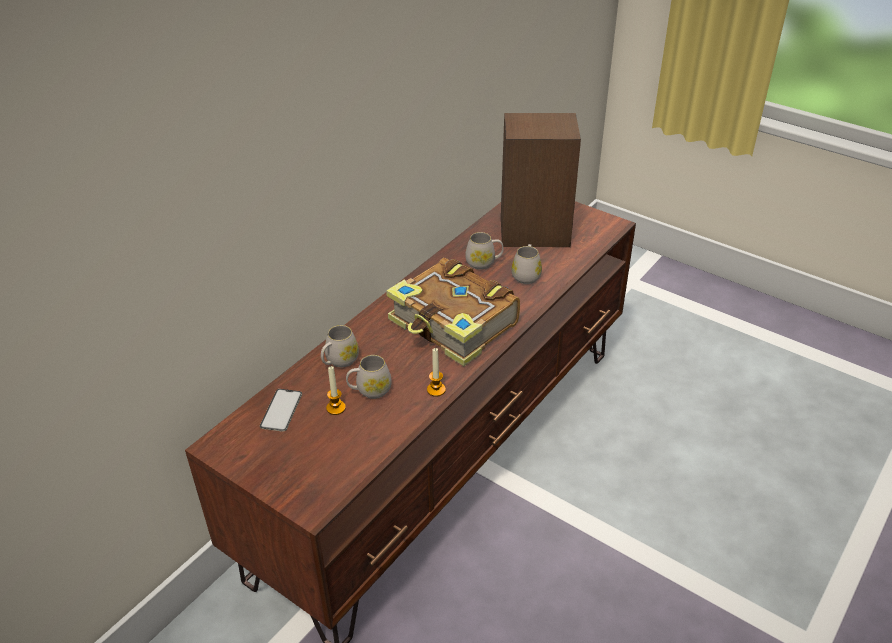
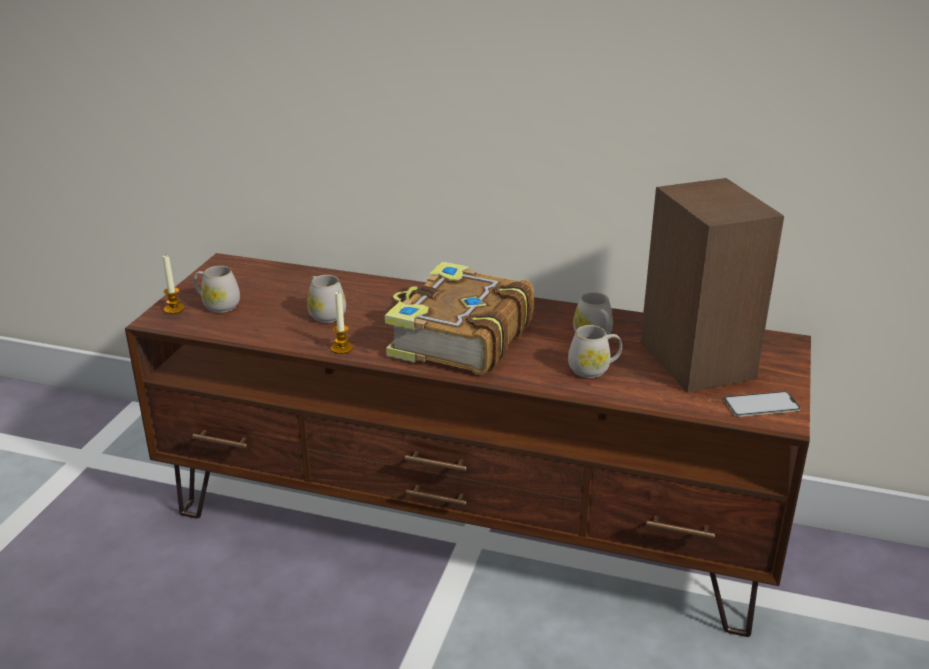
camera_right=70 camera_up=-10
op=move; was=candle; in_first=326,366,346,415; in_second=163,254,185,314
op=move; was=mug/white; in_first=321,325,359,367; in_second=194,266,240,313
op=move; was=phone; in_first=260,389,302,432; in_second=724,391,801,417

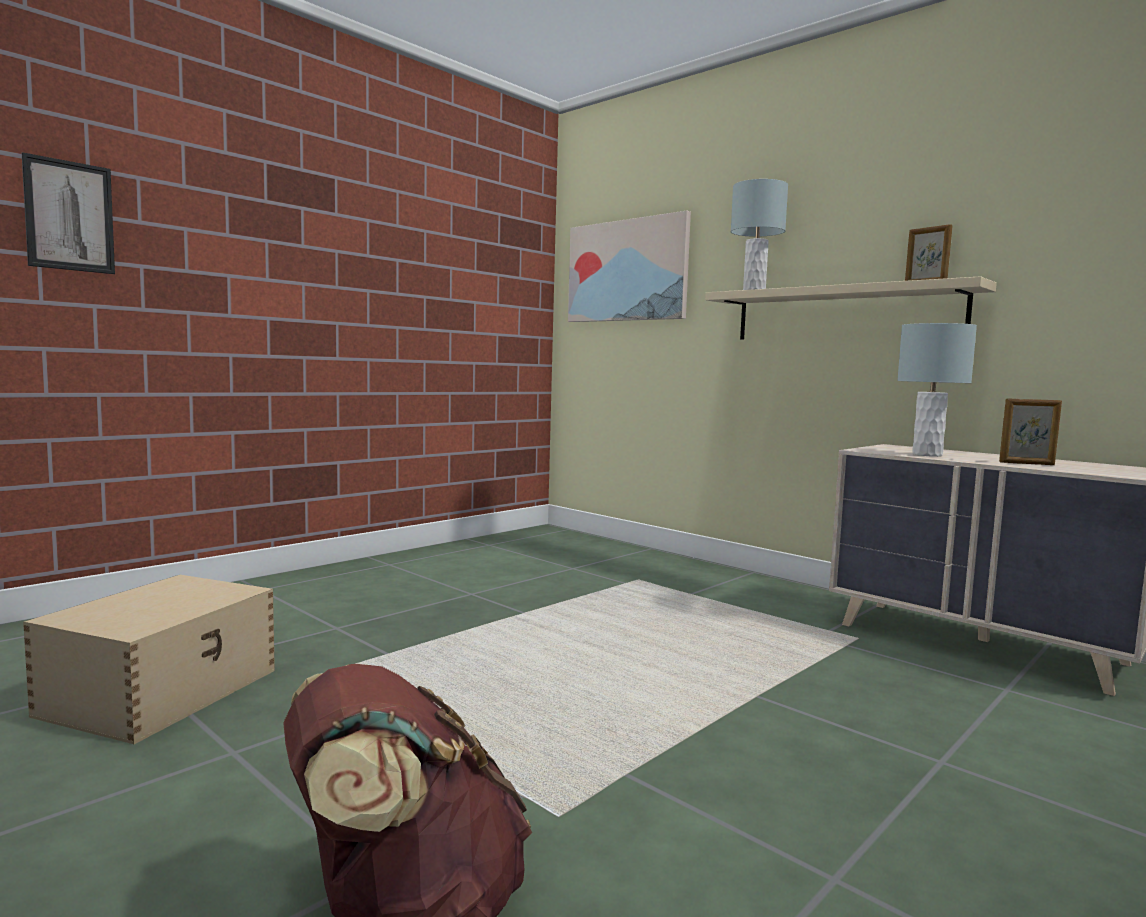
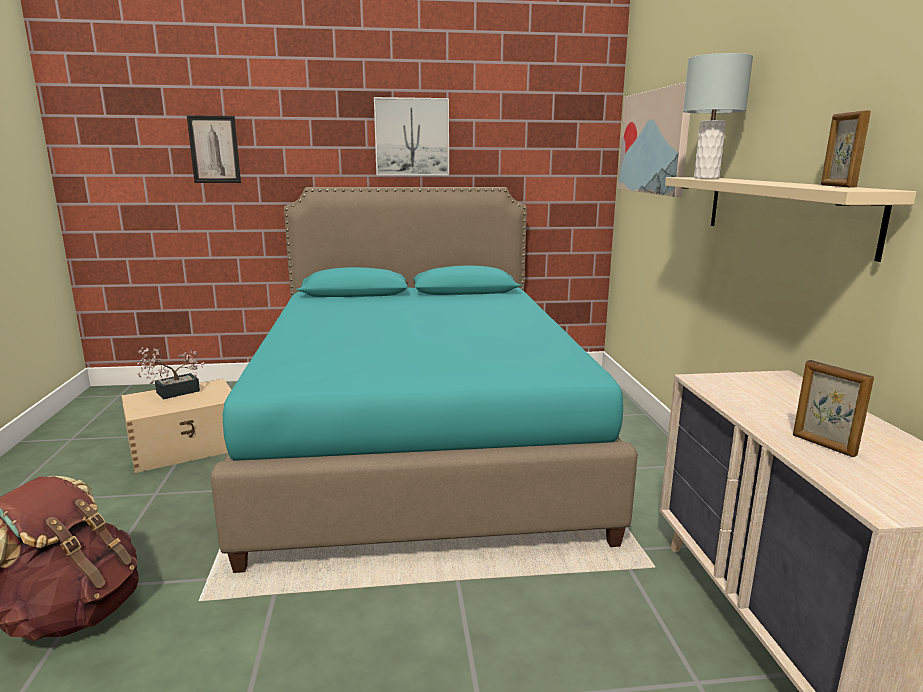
camera_right=40 camera_up=10
op=insert; now=potted plant; in_second=137,347,204,399
op=insert; now=bed/turquoise; in_second=210,187,638,573
op=insert; now=picture; in_second=374,97,449,176
op=delete; was=table lamp/grey; in_first=897,323,977,457

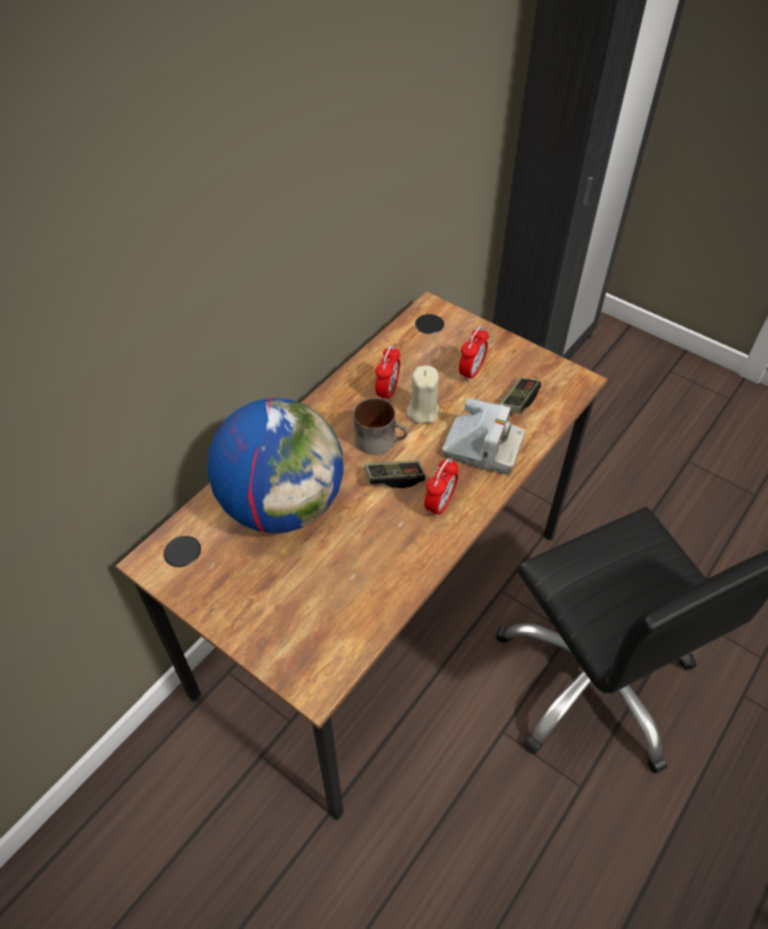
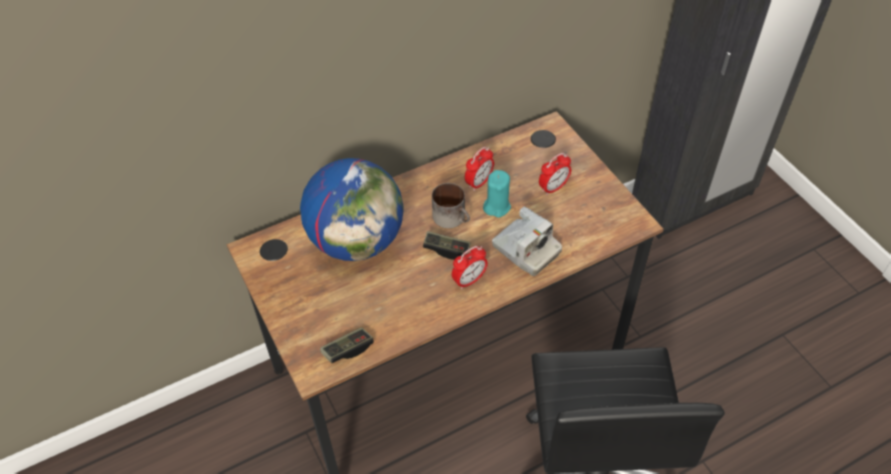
camera_right=25 camera_up=0
op=move; was=game controller; in_first=499,378,541,413; in_second=320,327,374,363
op=recolor; was=candle/beige; now=candle/turquoise; in_first=407,366,440,424; in_second=483,170,511,218

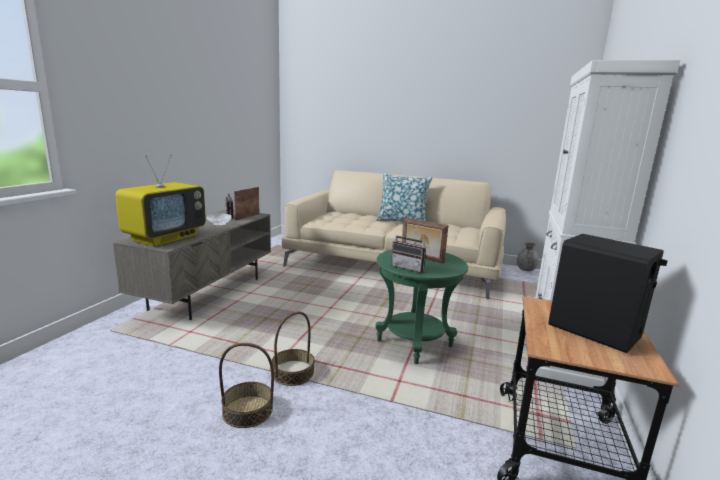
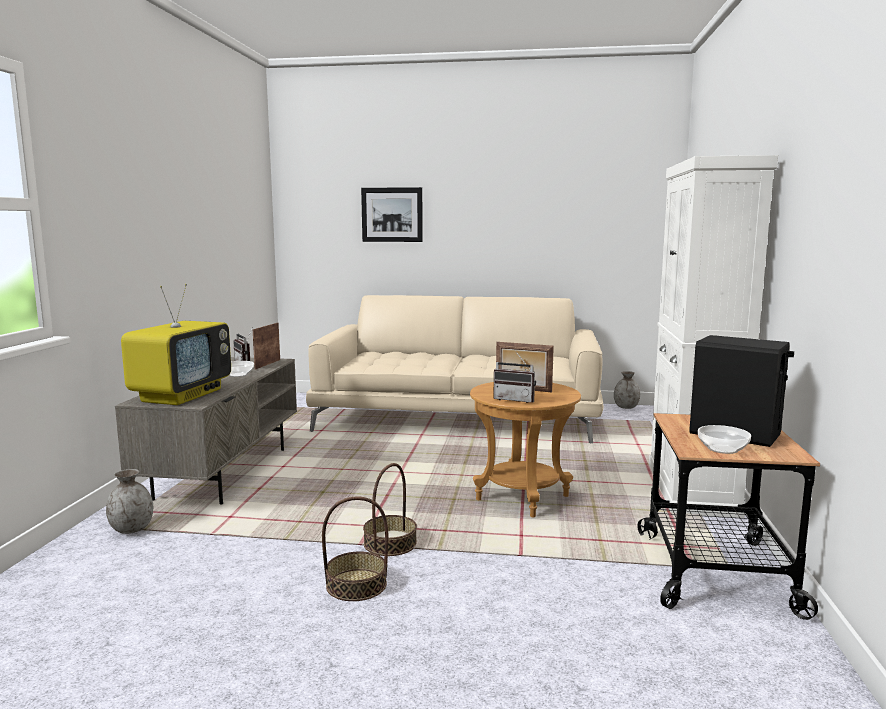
camera_right=-10 camera_up=-5
op=insert; now=vase/grey; in_second=106,469,153,534
op=insert; now=picture; in_second=361,187,423,242
op=recolor; was=side table/green; now=side table/brown; in_first=375,250,468,364; in_second=470,382,581,518
op=insert; now=bowl; in_second=698,425,751,454
op=delete; was=pillow; in_first=376,173,432,222

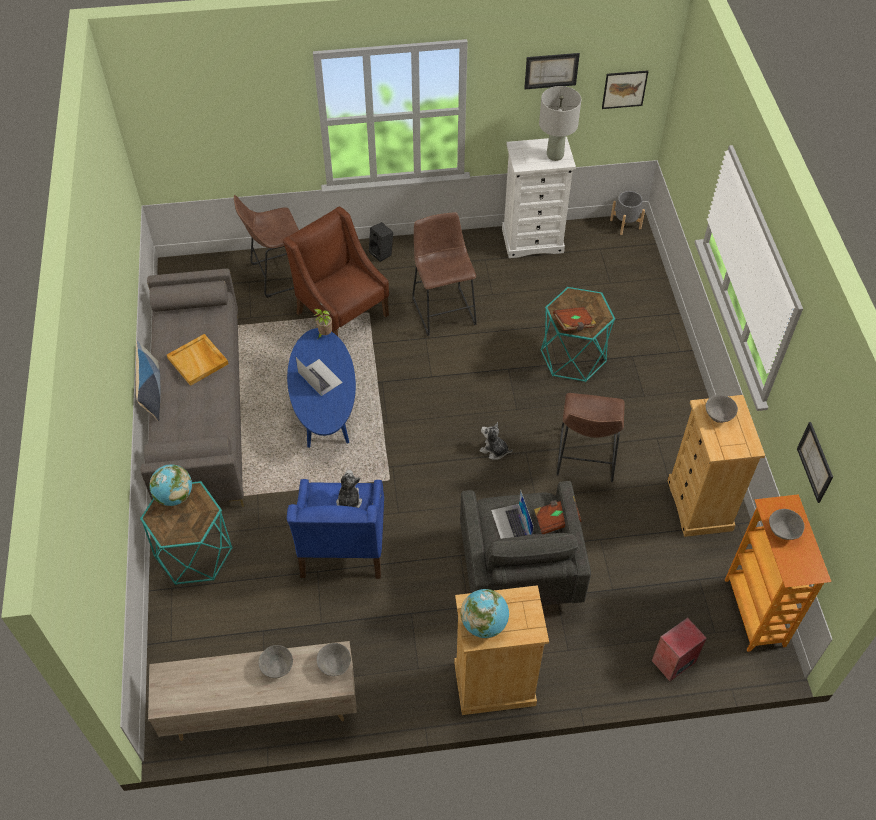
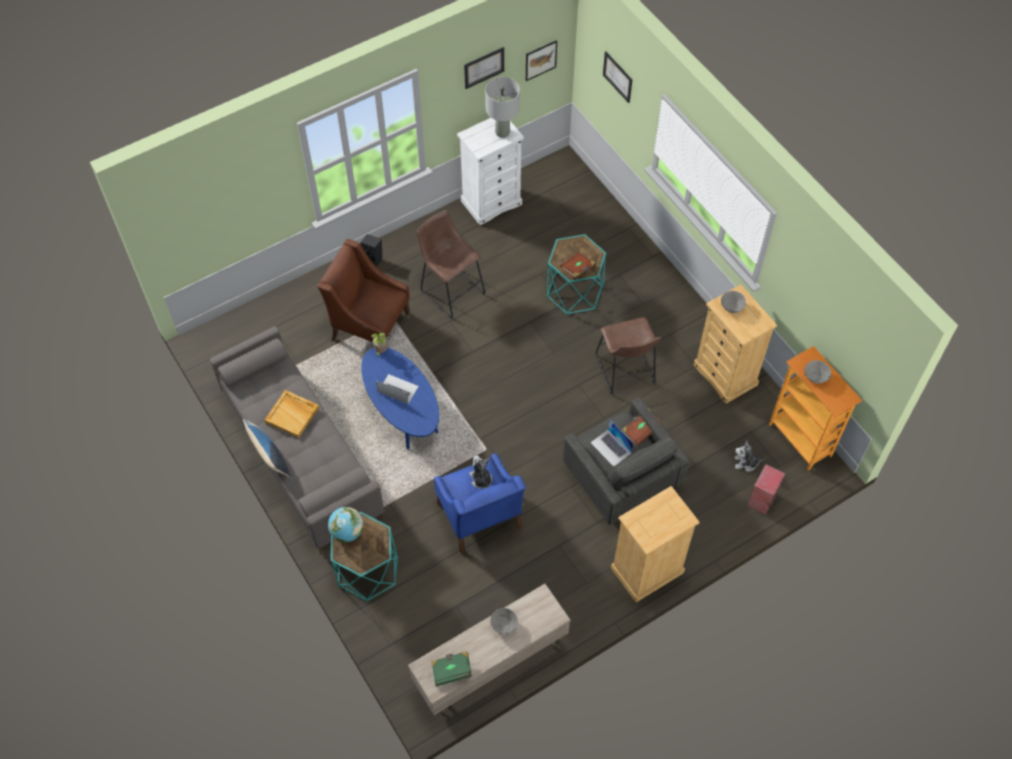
camera_right=-25 camera_up=5
op=insert; now=book/green; in_second=431,651,472,686
op=move; was=picture; in_first=797,422,833,503; in_second=603,51,632,103
op=move; was=plush toy; in_first=480,422,513,460; in_second=734,440,765,472
op=delete; was=stool/brown; in_first=234,195,299,298
op=delete; was=bowl/grey; in_first=317,643,351,676
op=delete; was=globe; in_first=461,589,509,638
op=delete; was=planter/grey; in_first=610,191,645,235

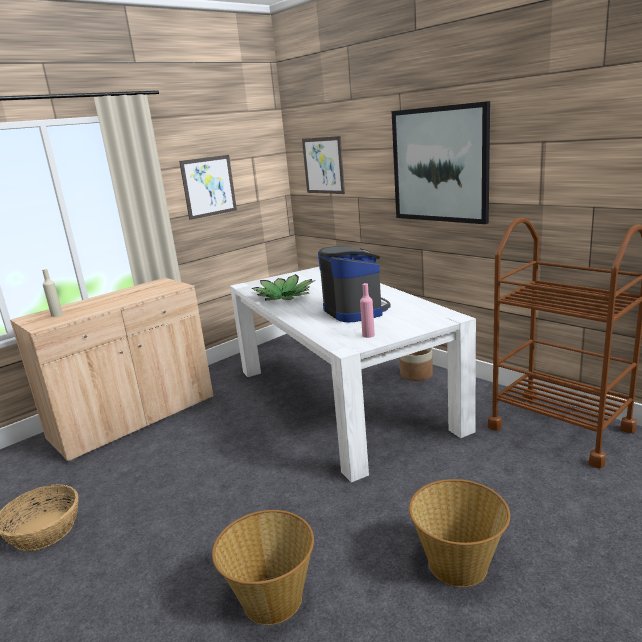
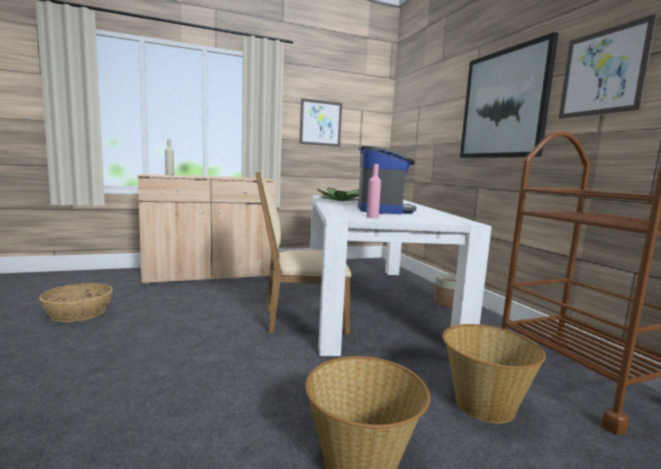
camera_right=20 camera_up=-10
op=insert; now=chair/beige; in_second=255,170,351,335
op=move; was=basket; in_first=212,510,314,625; in_second=442,324,546,424
op=move; was=picture; in_first=302,136,345,194; in_second=559,14,657,119

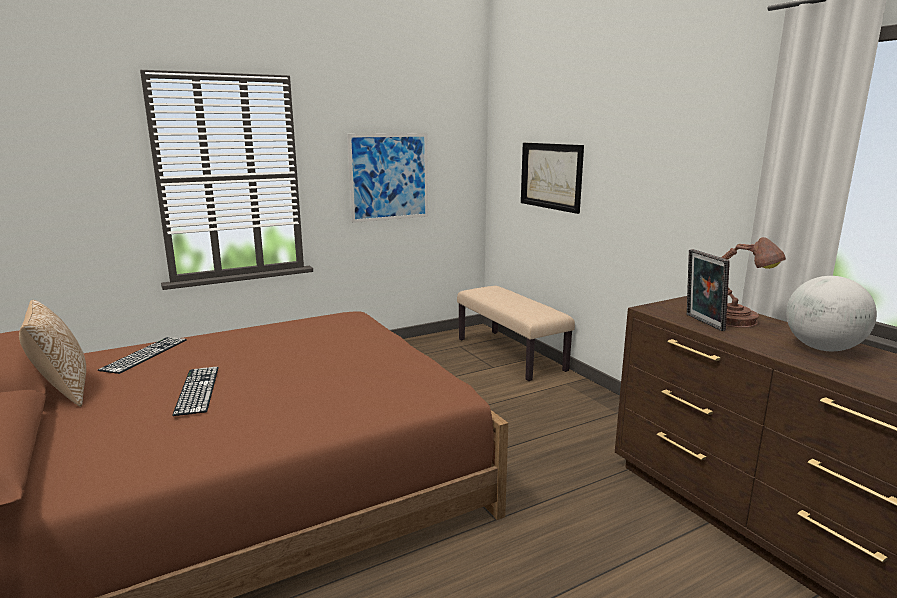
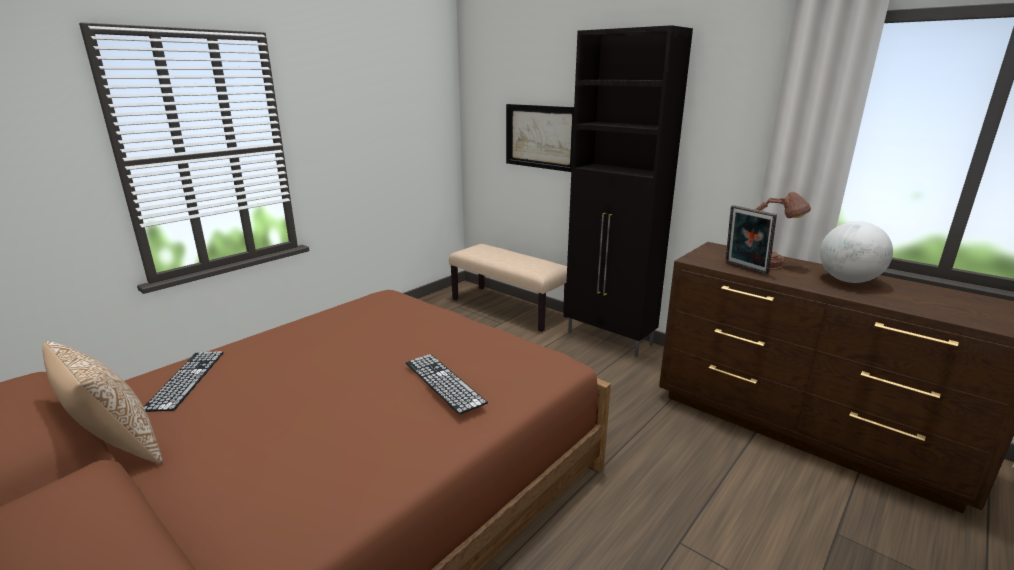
camera_right=-20 camera_up=5
op=move; was=keyboard; in_first=172,367,218,416; in_second=406,354,488,415
op=insert; now=cabinet/black; in_second=565,25,693,357
op=delete; was=picture; in_first=347,133,428,223

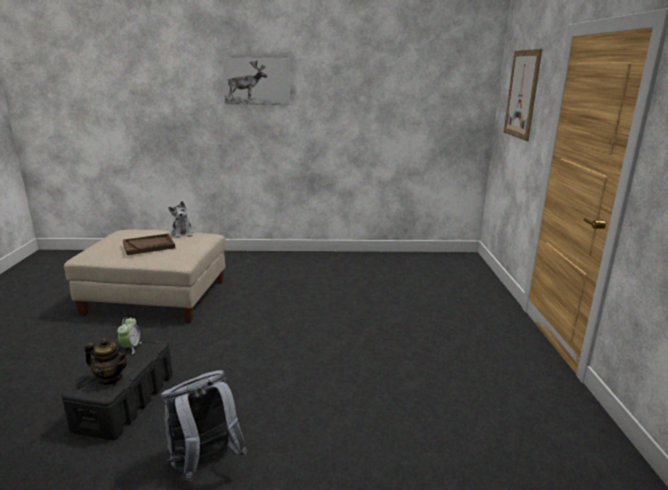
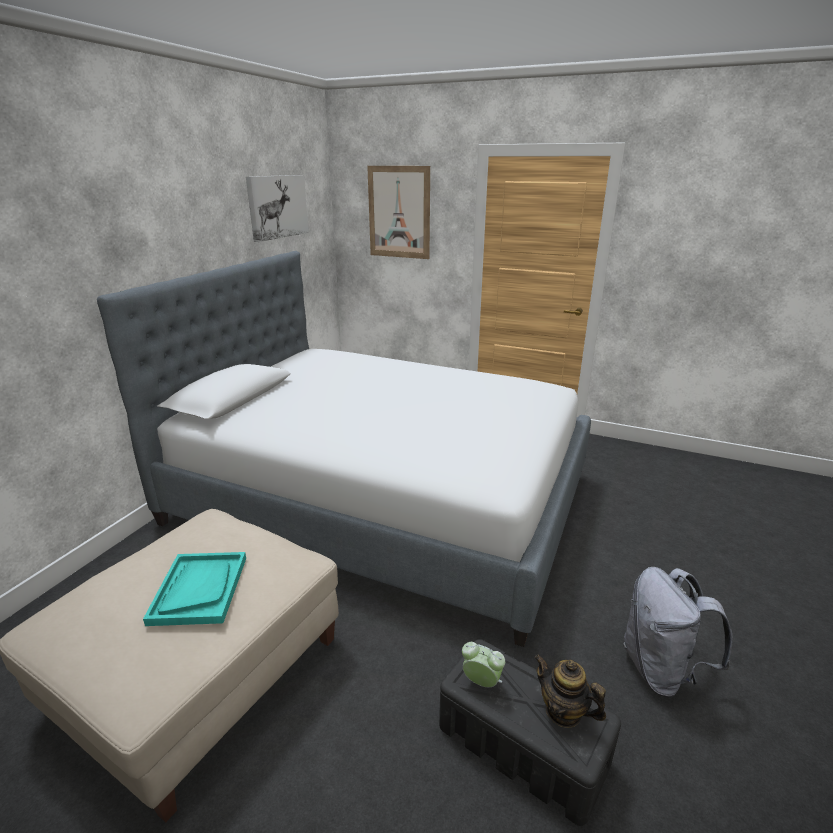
camera_right=-65 camera_up=5
op=insert; now=bed; in_second=97,251,591,647
op=recolor; was=tray/brown; now=tray/turquoise; in_first=123,233,175,255; in_second=143,552,246,626
op=move; was=picture; in_first=222,57,290,105; in_second=246,175,309,242
op=rotate; was=teapot; in_first=84,338,128,385; in_second=534,654,606,728; clockwise=-90
op=delete; was=plush toy; in_first=168,201,194,238

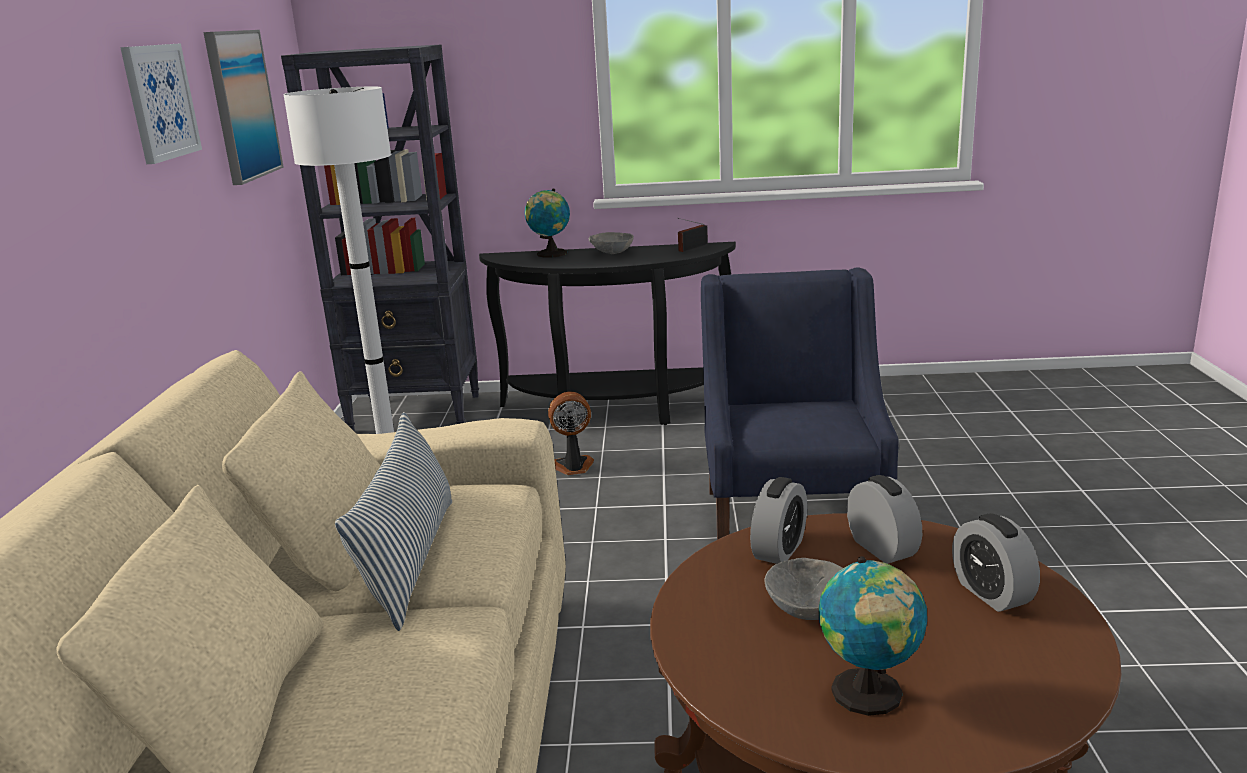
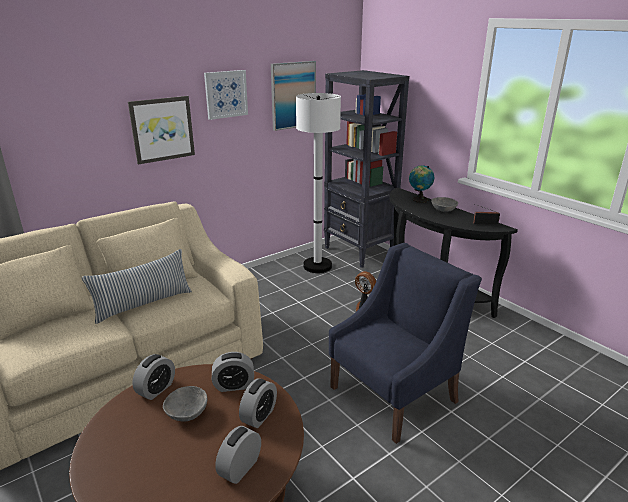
camera_right=50 camera_up=5
op=insert; now=picture; in_second=128,96,195,165
op=insert; now=alarm clock; in_second=132,354,175,400
op=delete; was=globe; in_first=819,556,927,716

